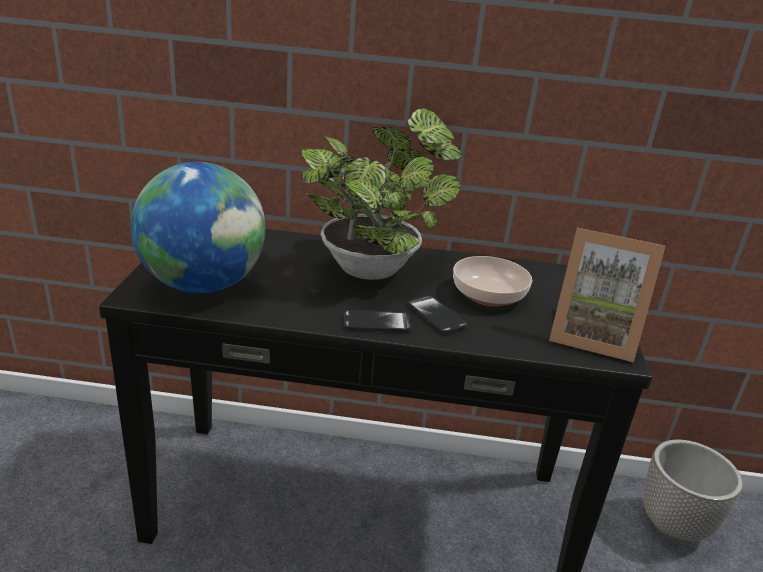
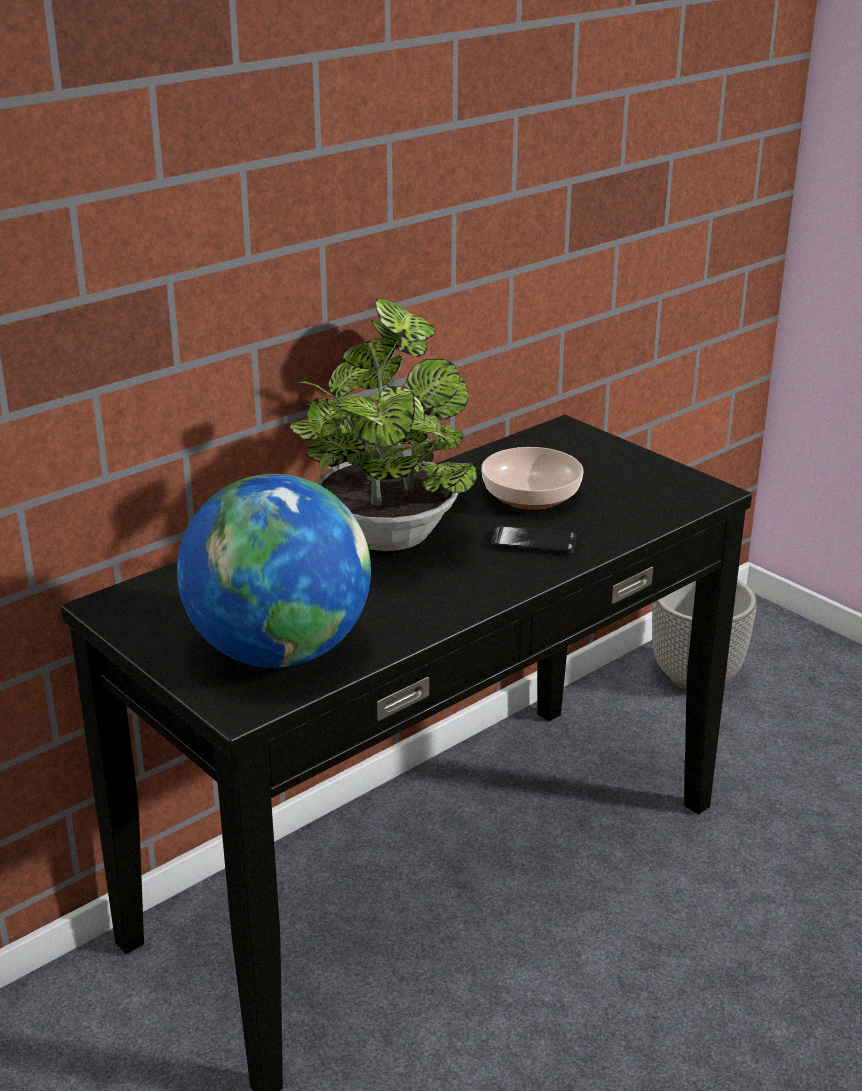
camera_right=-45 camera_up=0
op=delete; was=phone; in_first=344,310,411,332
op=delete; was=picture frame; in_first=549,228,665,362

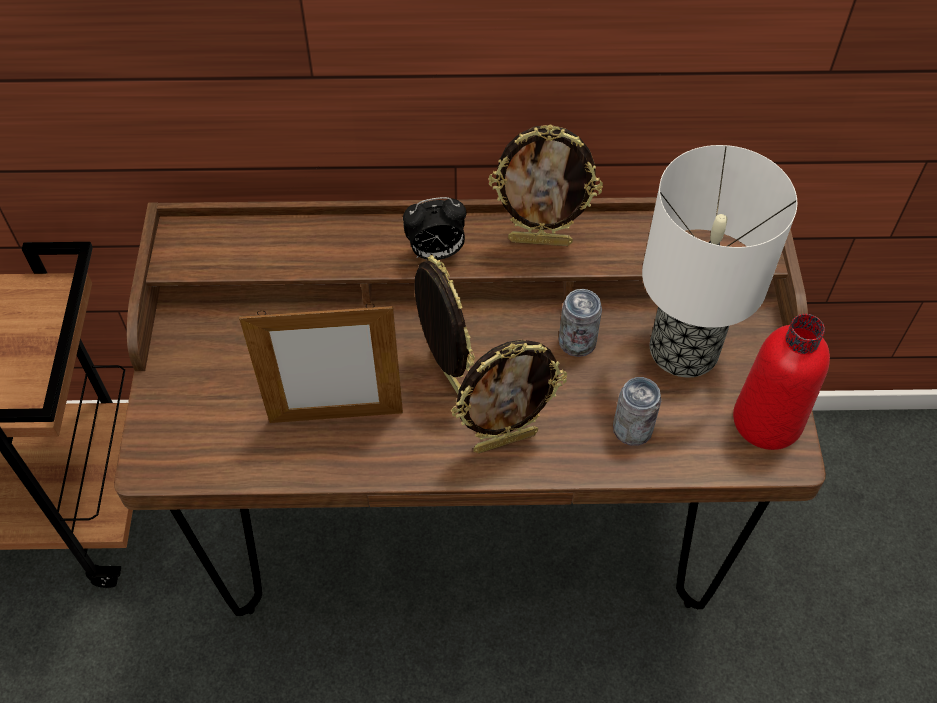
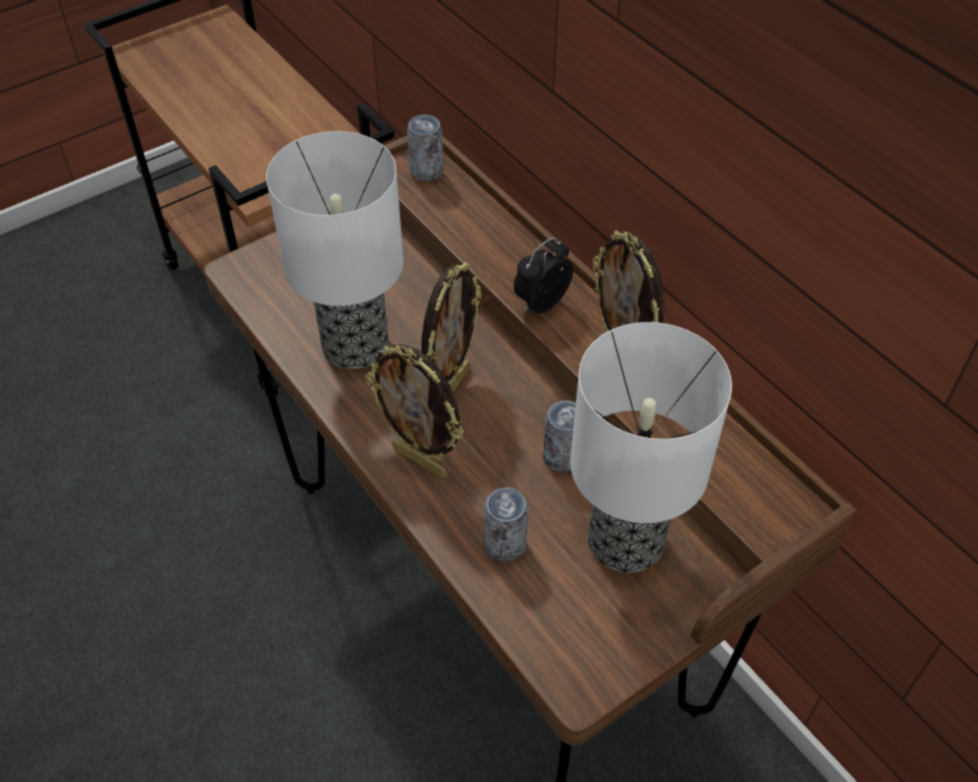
camera_right=55 camera_up=-5
op=replace; was=picture frame; now=table lamp; in_first=239,303,403,423; in_second=266,131,404,369
op=insert; now=can; in_second=407,115,444,181
op=rotate; was=alarm clock; in_first=403,197,467,260; in_second=514,237,573,313; clockwise=90
op=delete; was=bottle/red; in_first=733,314,830,450

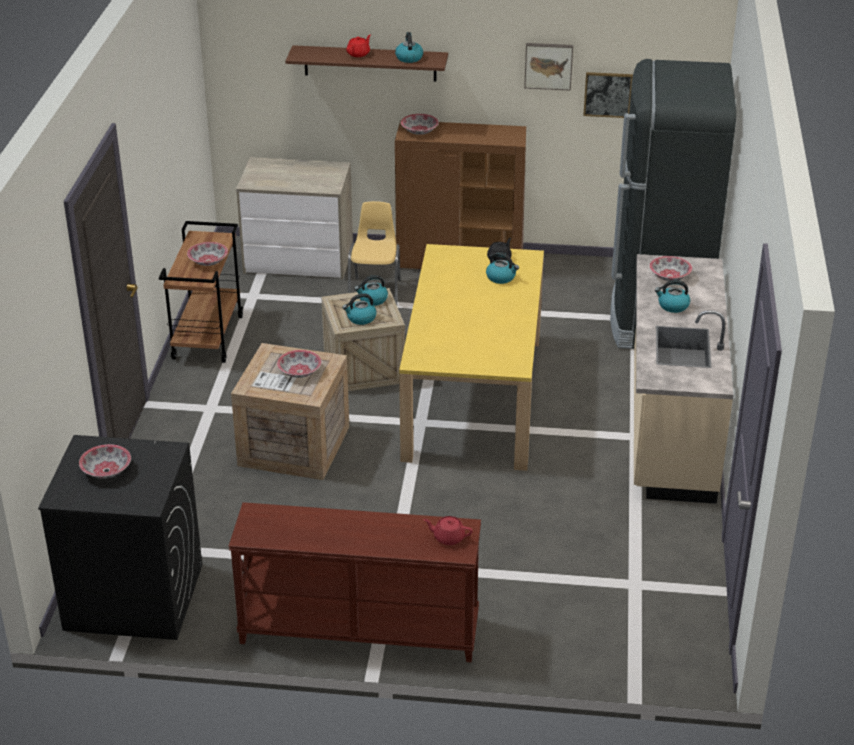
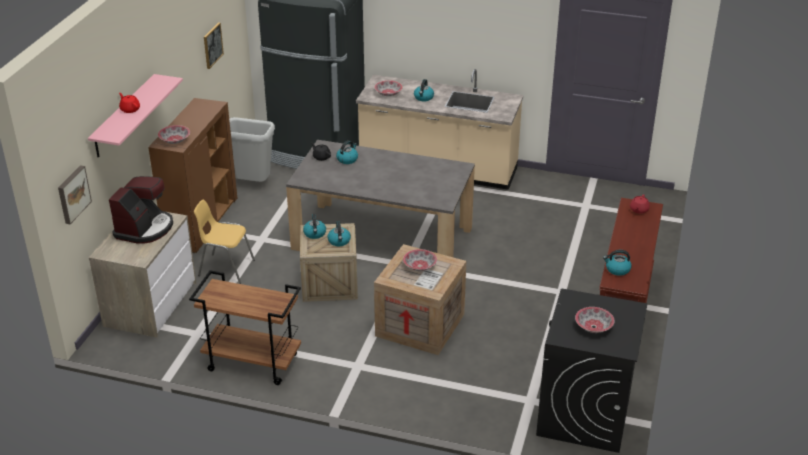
camera_right=-80 camera_up=0
op=move; was=picture; in_first=524,43,573,91; in_second=58,165,92,224
op=recolor; was=shelf/brown; now=shelf/pink; in_first=285,45,448,82; in_second=88,74,183,158
op=insert; now=coffee machine; in_second=109,176,173,244
op=insert; now=trash can/grey; in_second=229,117,275,182
op=recolor; was=dining table/yellow; now=dining table/grey; in_first=399,244,544,471; in_second=286,140,475,257
op=move; was=kettle; in_first=395,32,423,63; in_second=603,250,632,276
op=delete; was=bowl; in_first=187,242,228,266

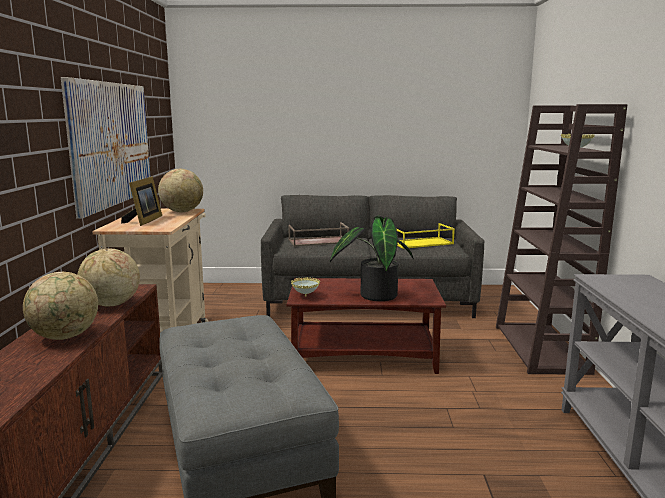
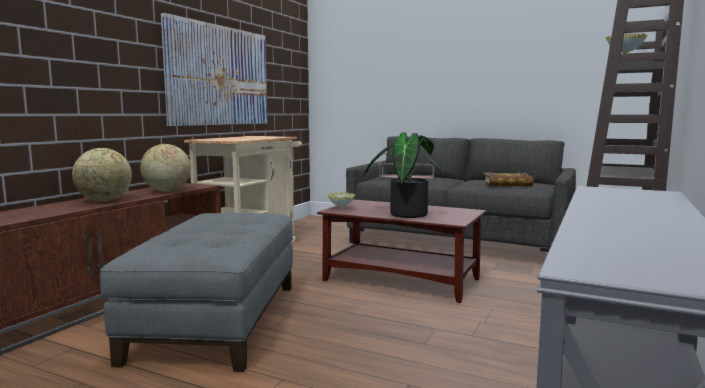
camera_right=25 camera_up=-5
op=replace; was=tray/yellow; now=book; in_first=397,223,455,249; in_second=483,173,533,186
op=delete; was=picture frame; in_first=121,177,162,226
op=delete; was=globe; in_first=158,169,203,212

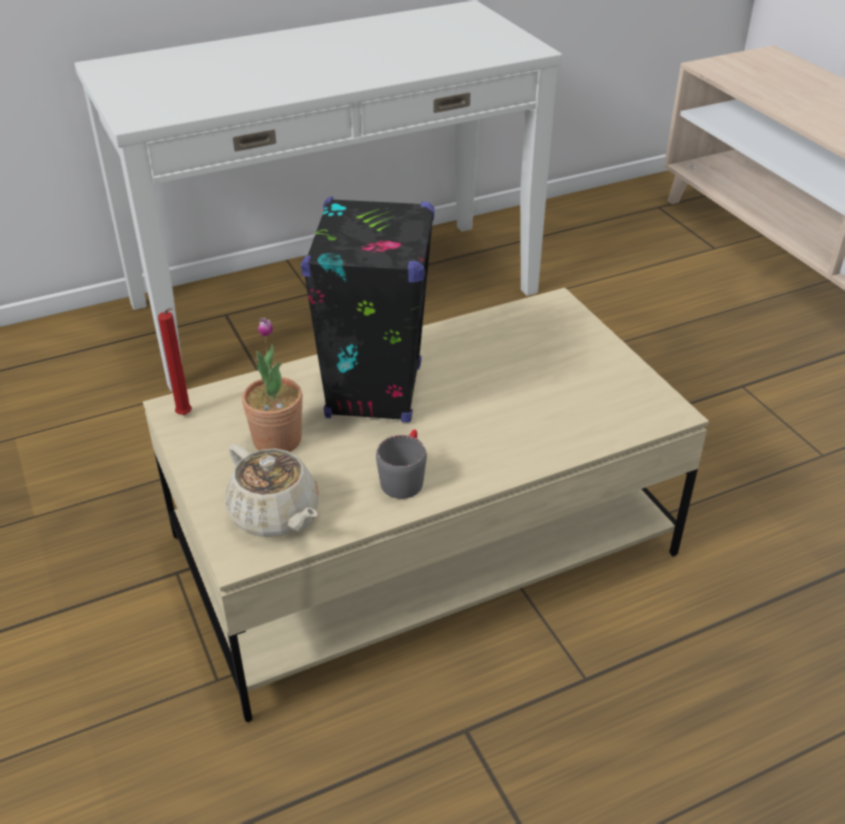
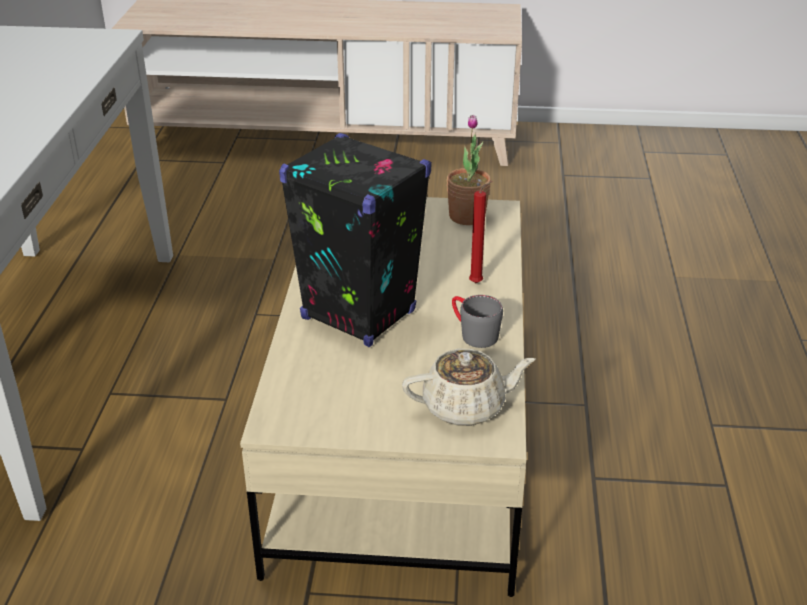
camera_right=-60 camera_up=-5
op=move; was=potted plant; in_first=242,318,303,452; in_second=446,115,491,225
op=move; was=candle/red; in_first=158,308,192,415; in_second=469,181,492,283

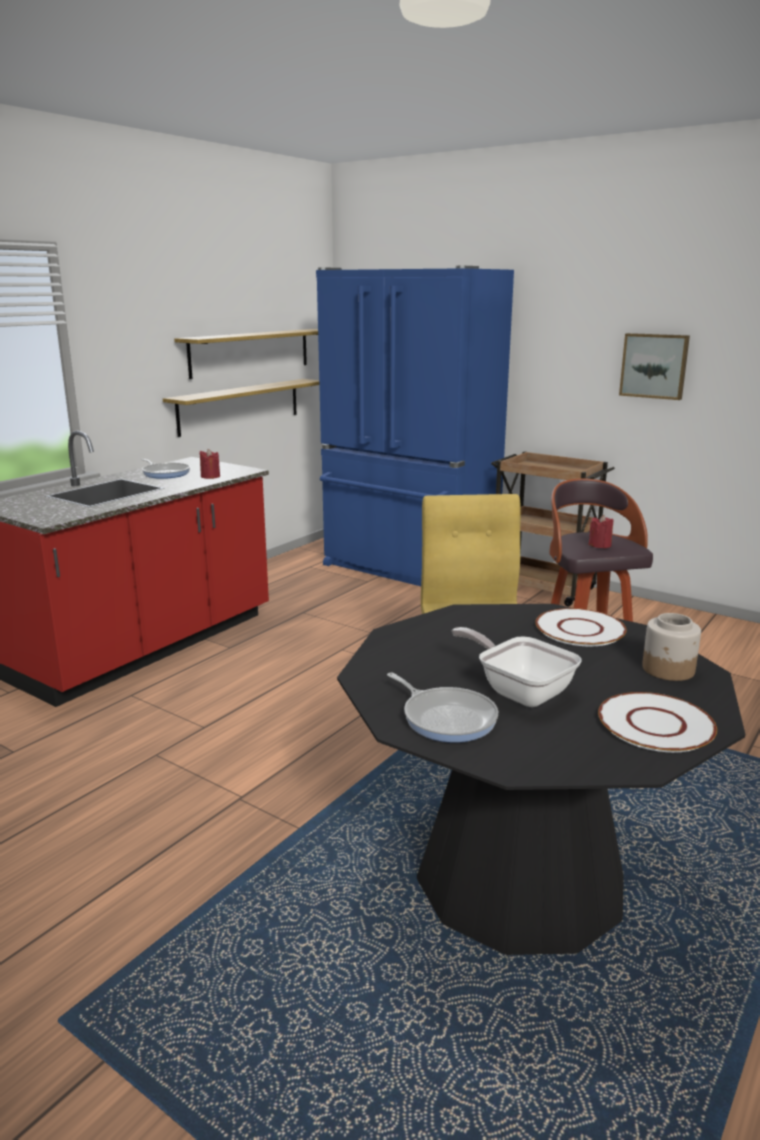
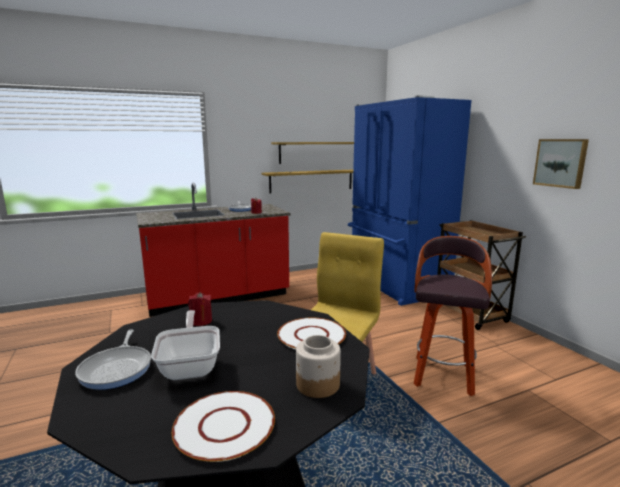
camera_right=30 camera_up=-5
op=move; was=candle/red; in_first=589,515,613,548; in_second=188,292,212,326

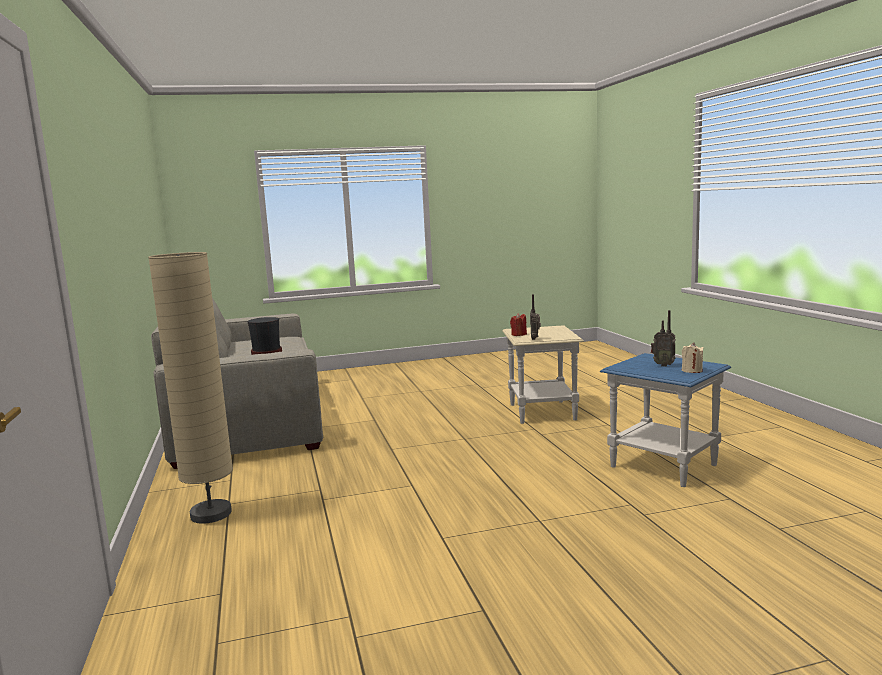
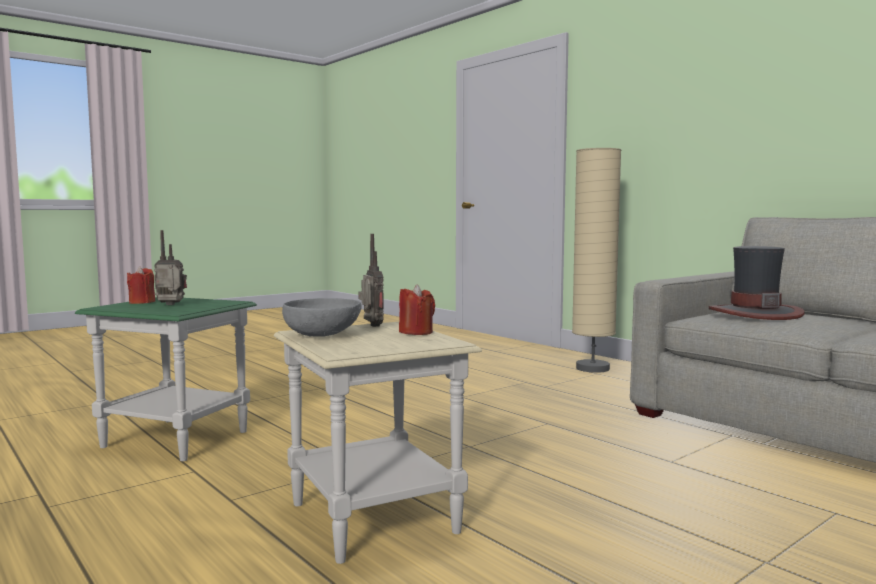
camera_right=155 camera_up=-5
op=recolor; was=side table/blue; now=side table/green; in_first=600,353,731,487; in_second=75,297,257,461
op=recolor; was=candle/beige; now=candle/red; in_first=682,343,704,373; in_second=127,266,155,304
op=insert; now=bowl/grey; in_second=282,298,362,337

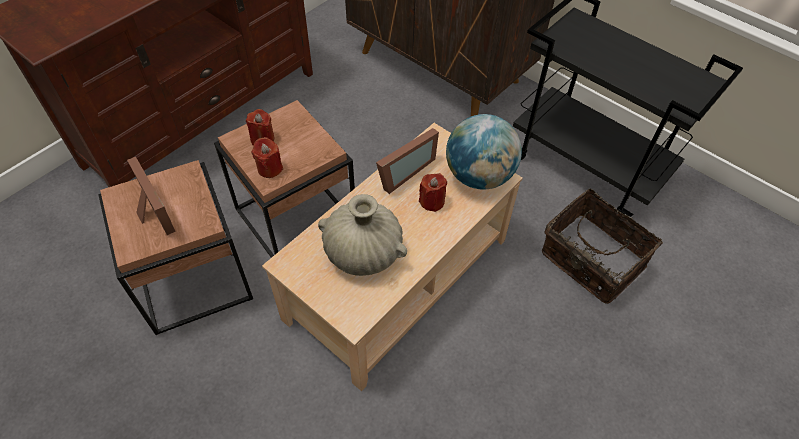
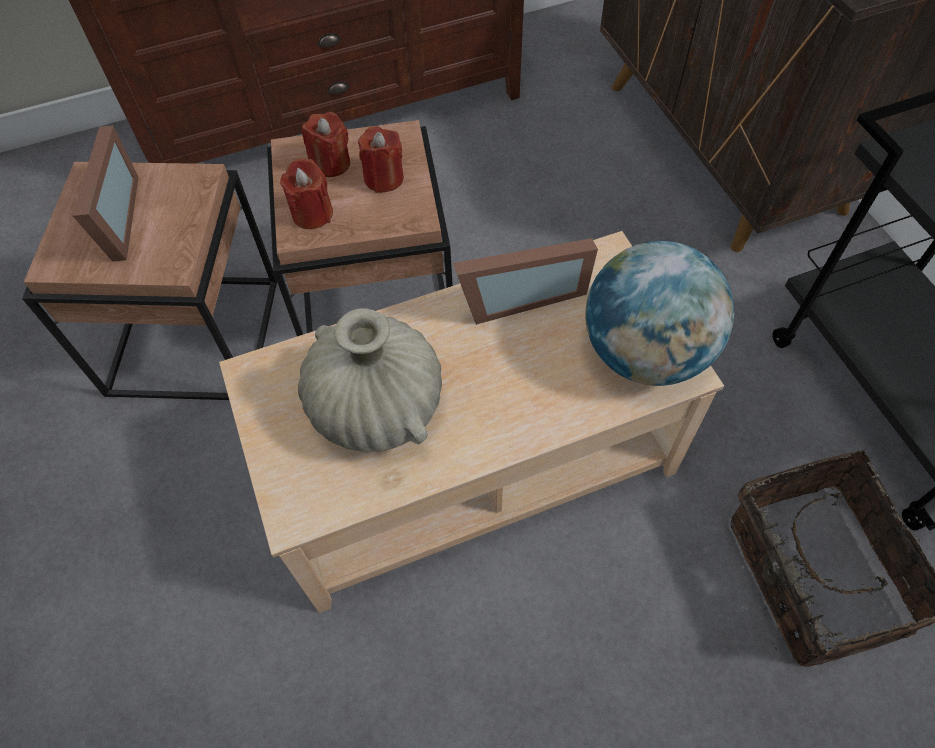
camera_right=30 camera_up=5
op=move; was=candle/red; in_first=419,173,447,212; in_second=358,126,404,193

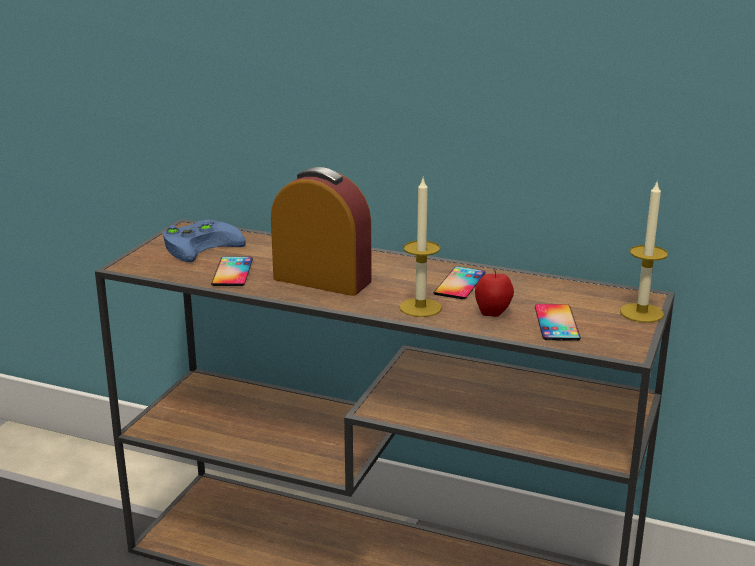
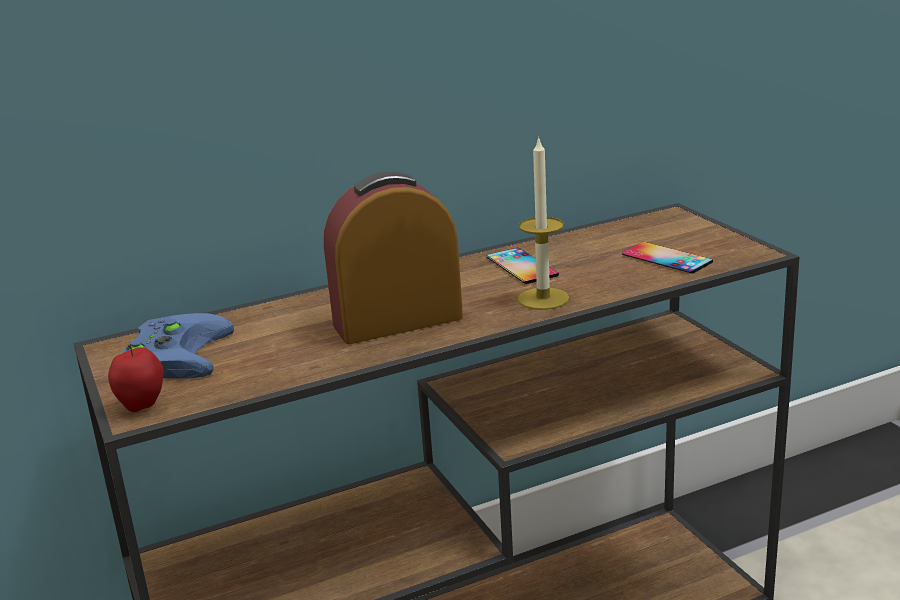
camera_right=-45 camera_up=0
op=move; was=apple; in_first=475,269,514,317; in_second=108,345,164,412
op=delete; was=phone; in_first=211,256,253,286
op=delete; was=candle; in_first=620,182,668,323

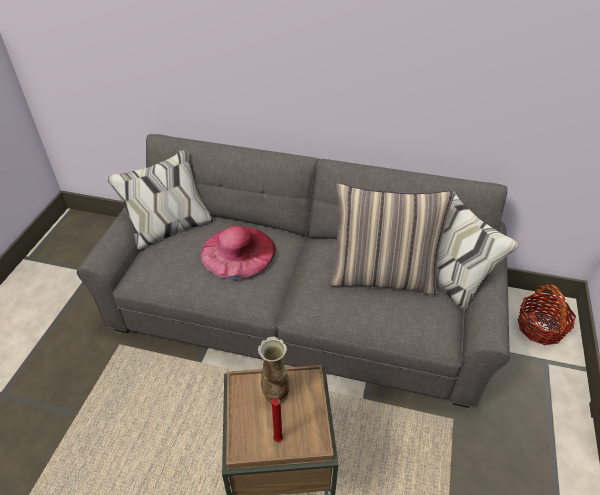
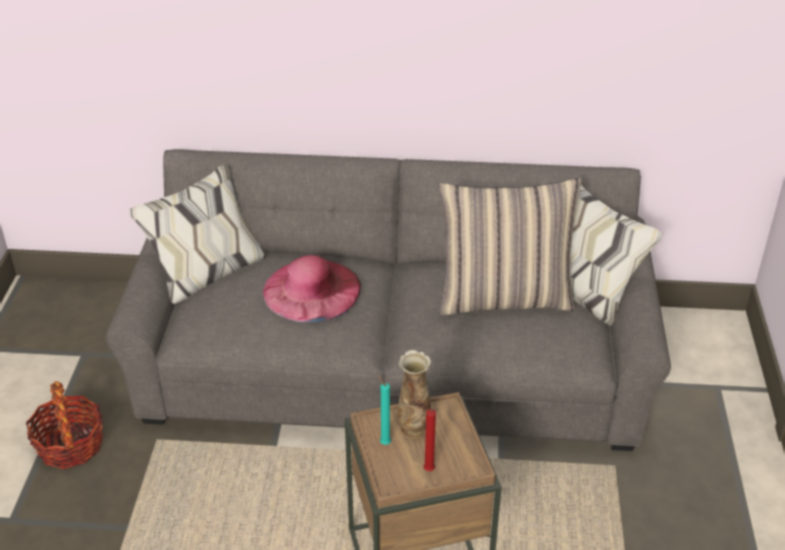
camera_right=-10 camera_up=-5
op=move; was=basket; in_first=518,285,576,345; in_second=26,381,103,469
op=insert; now=candle/turquoise; in_second=378,375,391,445

